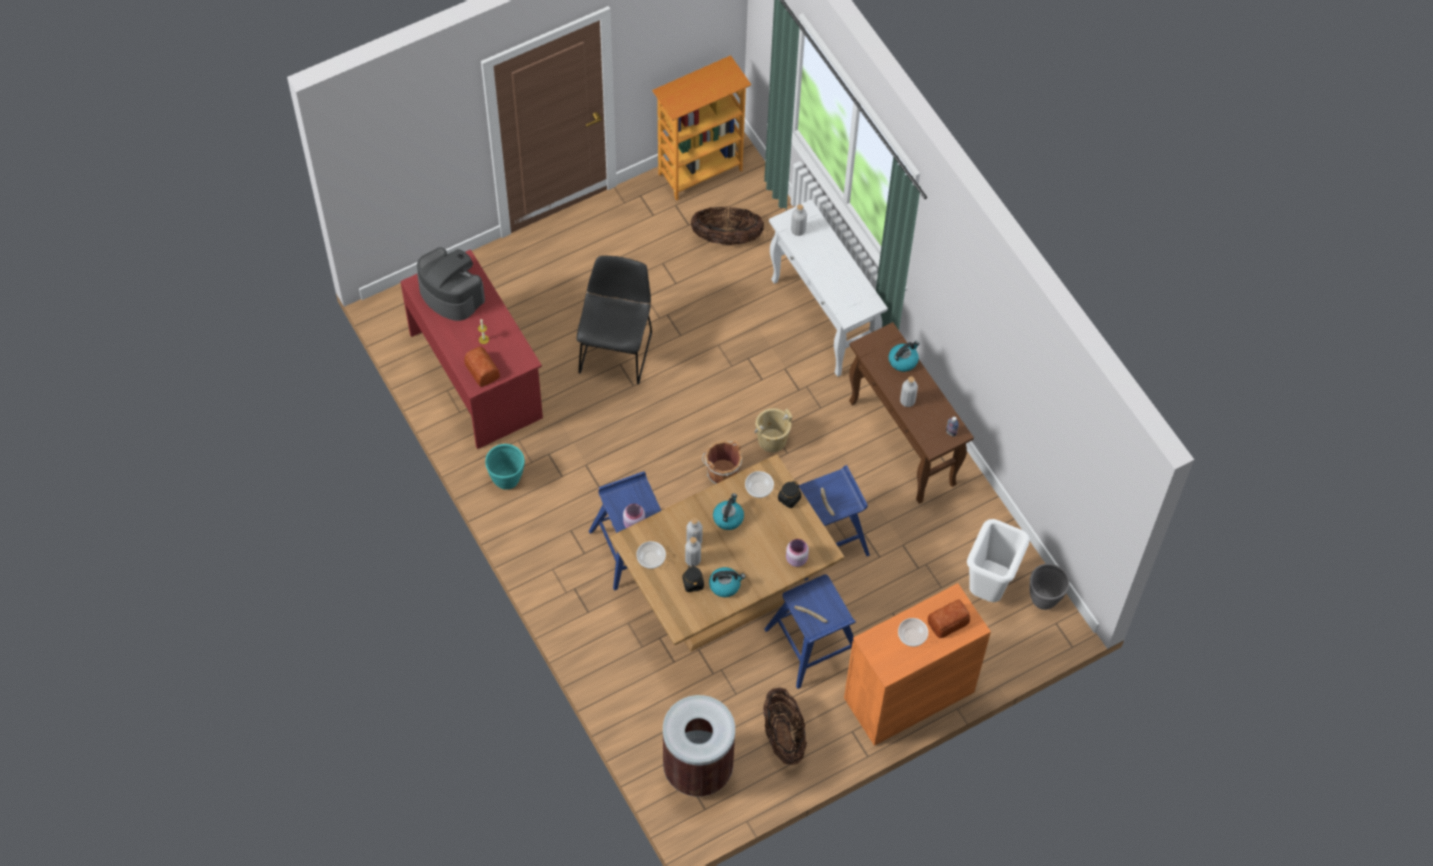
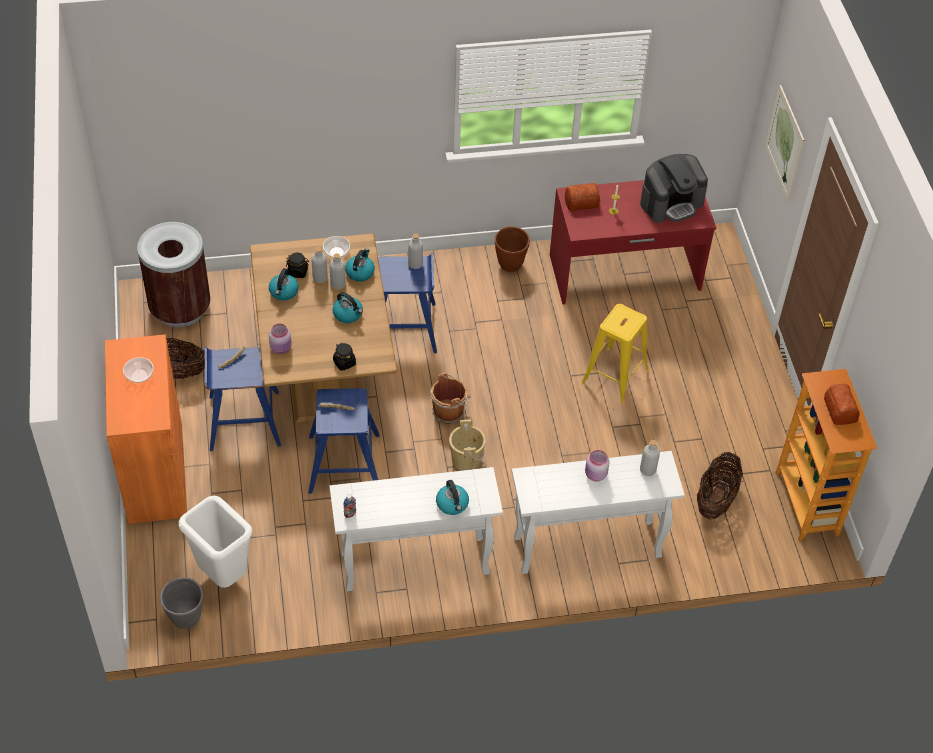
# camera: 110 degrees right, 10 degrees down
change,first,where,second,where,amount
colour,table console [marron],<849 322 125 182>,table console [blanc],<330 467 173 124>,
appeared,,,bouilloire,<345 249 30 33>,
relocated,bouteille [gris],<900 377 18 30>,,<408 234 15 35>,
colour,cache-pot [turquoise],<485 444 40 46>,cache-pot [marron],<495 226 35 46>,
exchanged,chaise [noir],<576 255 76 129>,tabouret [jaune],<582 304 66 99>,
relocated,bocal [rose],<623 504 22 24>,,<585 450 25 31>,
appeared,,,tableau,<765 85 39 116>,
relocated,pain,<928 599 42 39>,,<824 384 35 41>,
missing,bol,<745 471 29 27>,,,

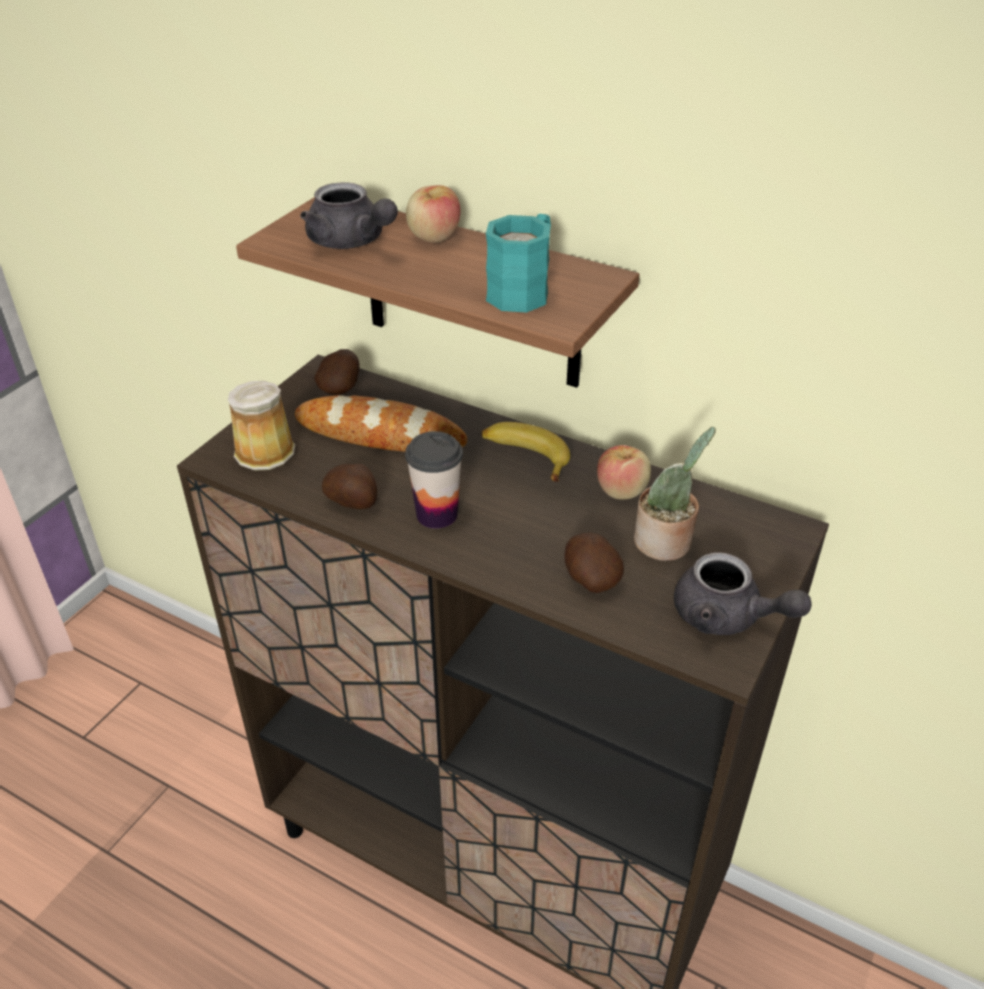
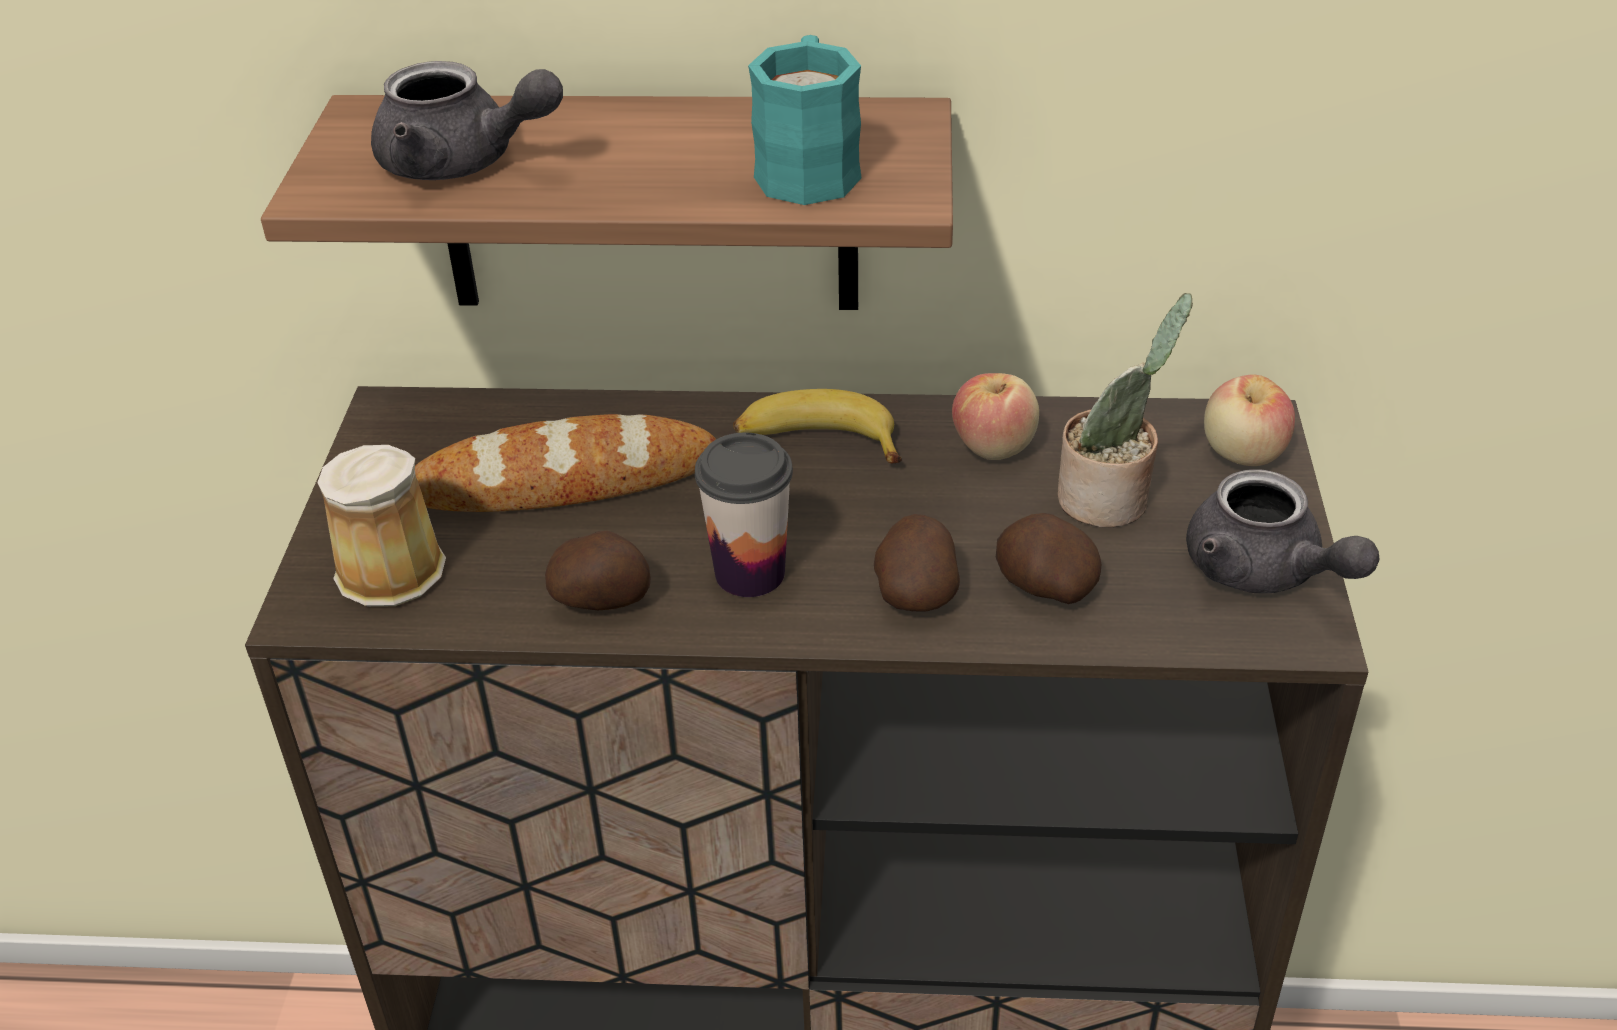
# camera: 25 degrees left, 0 degrees up
change,first,where,second,where,amount
relocated,pomme de terre,<314 349 46 46>,,<874 514 86 98>,
spun,théière [gris],<674 552 137 83>,,<1186 470 194 123>,45 degrees clockwise
relocated,pomme,<406 185 54 58>,,<1204 374 91 92>,

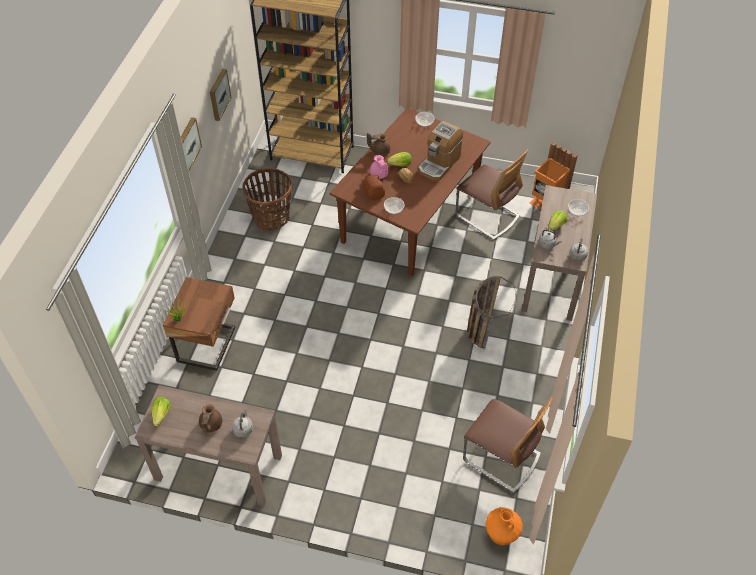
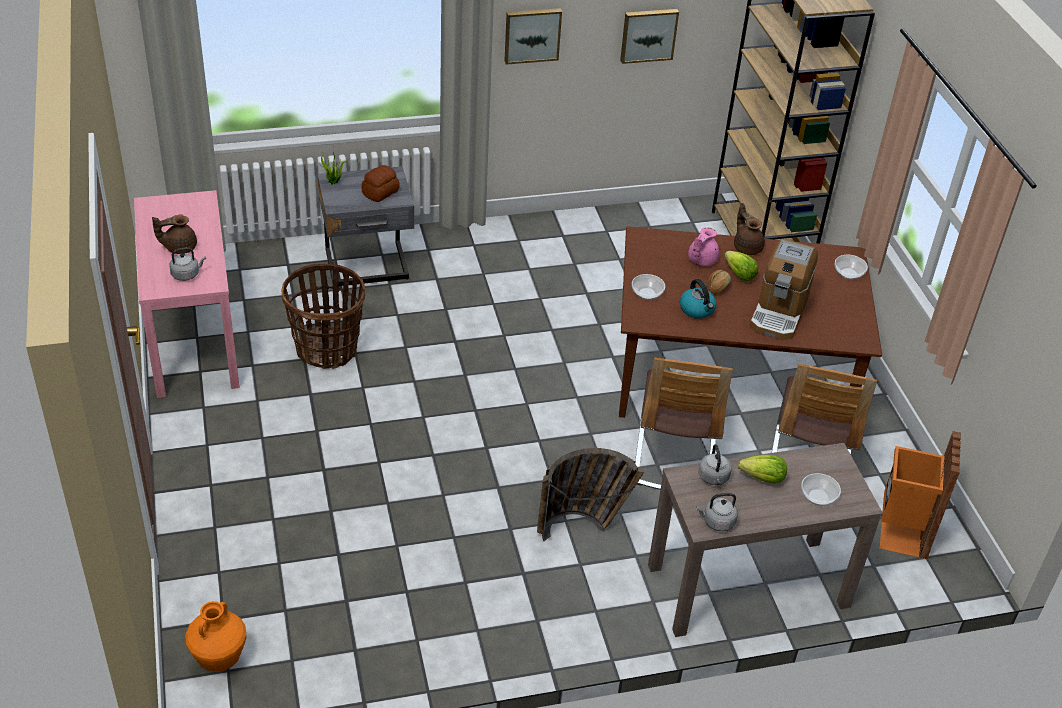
# camera: 60 degrees right, 10 degrees down
change,first,where,second,where,amount
colour,table console [marron],<134 385 148 121>,table console [rose],<134 190 106 208>,
relocated,panier,<242 168 50 63>,,<282 264 83 105>,
colour,table de chevet [marron],<163 277 72 94>,table de chevet [gris],<318 166 96 120>,
relocated,pain,<363 175 22 25>,,<362 165 38 37>,
relocated,chaise,<463 397 90 96>,,<635 357 98 133>,
appeared,,,bouilloire,<680 279 36 40>,
spun,machine à café,<418 121 45 60>,,<750 238 68 102>,75 degrees counterclockwise
missing,laitue,<152 397 19 29>,,,

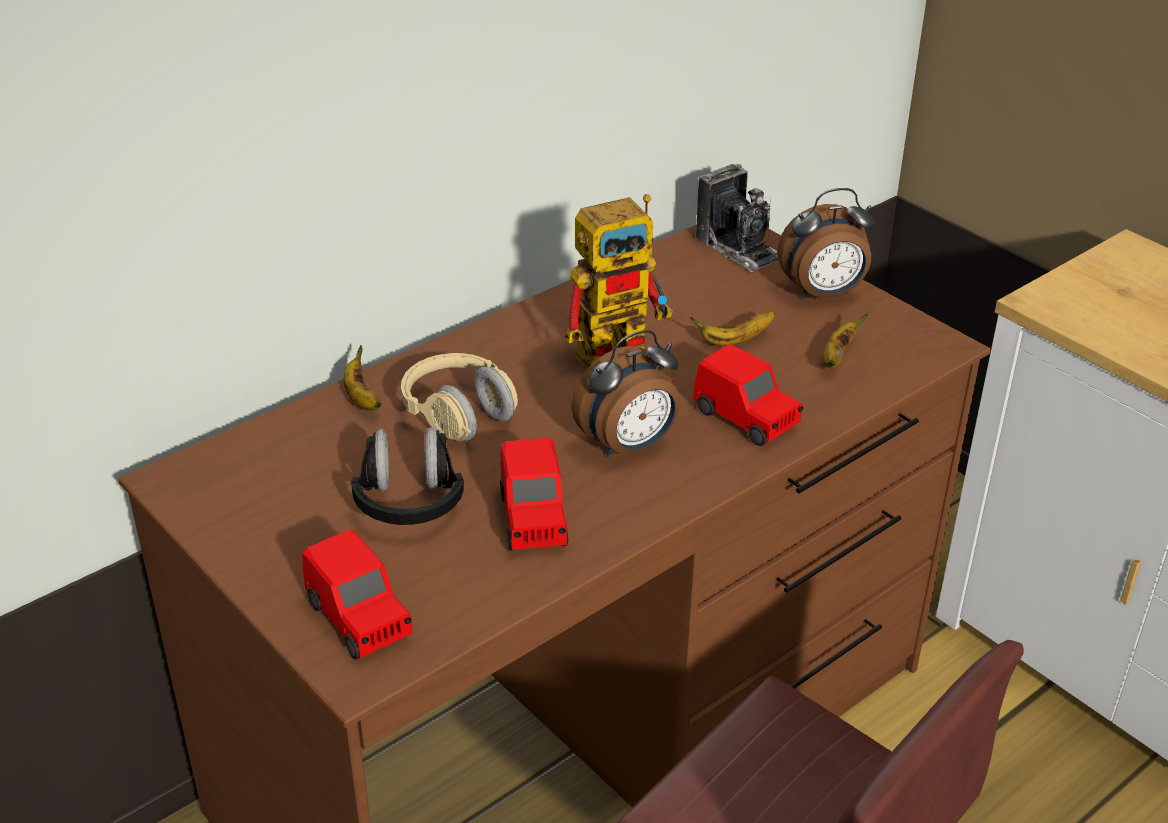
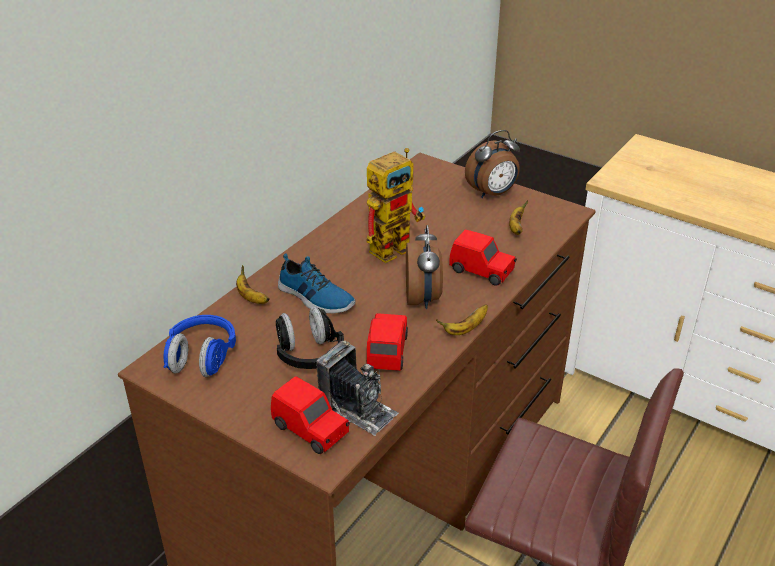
# camera: 15 degrees left, 0 degrees up
change,first,where,second,where,amount
appeared,,,casque audio [bleu],<163 315 73 62>,
exchanged,casque audio [beige],<401 353 117 88>,chaussure,<278 253 78 60>,
relocated,appareil photo,<696 164 82 108>,,<316 341 82 95>,
spun,petite voiture [rouge],<500 438 68 113>,,<367 313 41 58>,150 degrees counterclockwise
spun,réveil,<571 330 109 128>,,<406 225 37 84>,45 degrees counterclockwise
relocated,banane,<690 311 85 35>,,<436 304 52 31>,

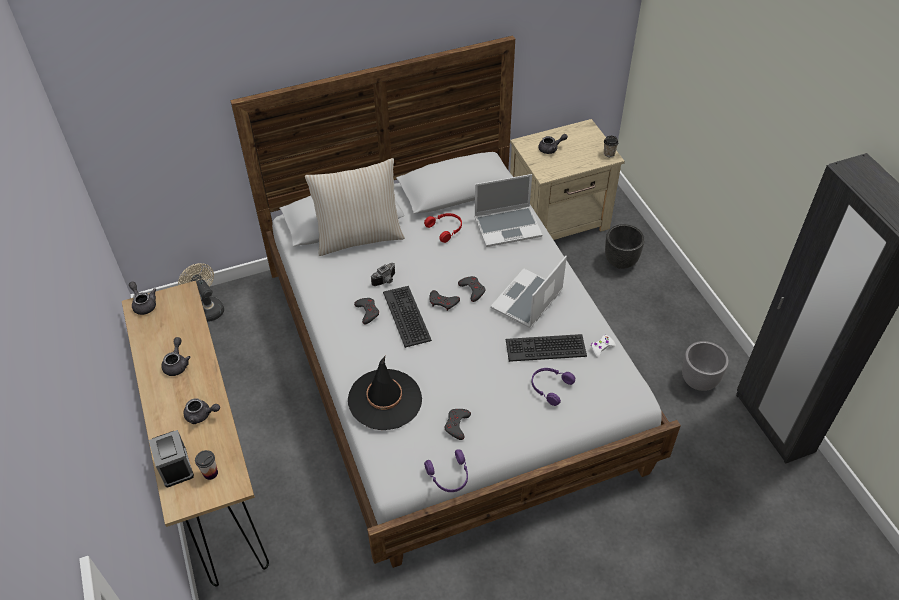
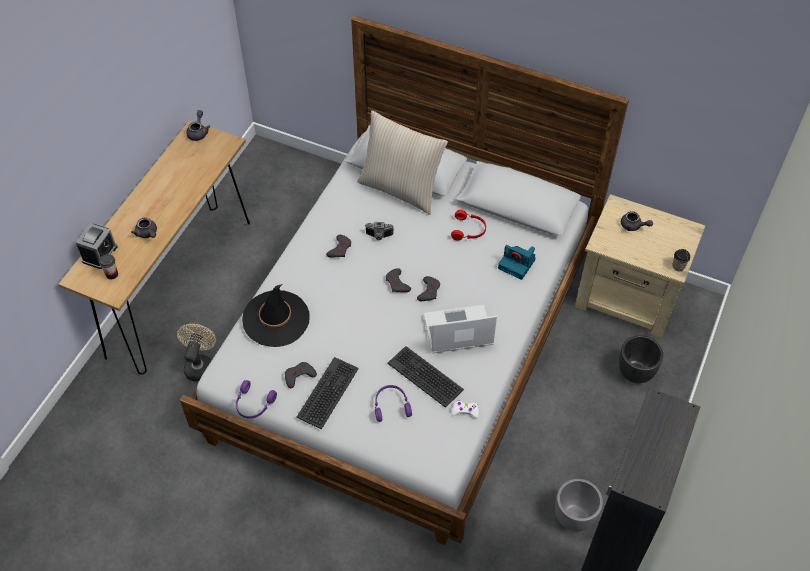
# camera: 45 degrees right, 5 degrees up
change,first,where,second,where,amount
relocated,ventilateur [beige],<178 263 46 59>,,<177 324 39 58>,
relocated,clavier,<383 286 49 62>,,<296 357 63 72>,
exchanged,ordinateur portable,<474 174 68 73>,appareil photo,<498 245 38 35>,
missing,théière [gris],<161 337 30 39>,,,

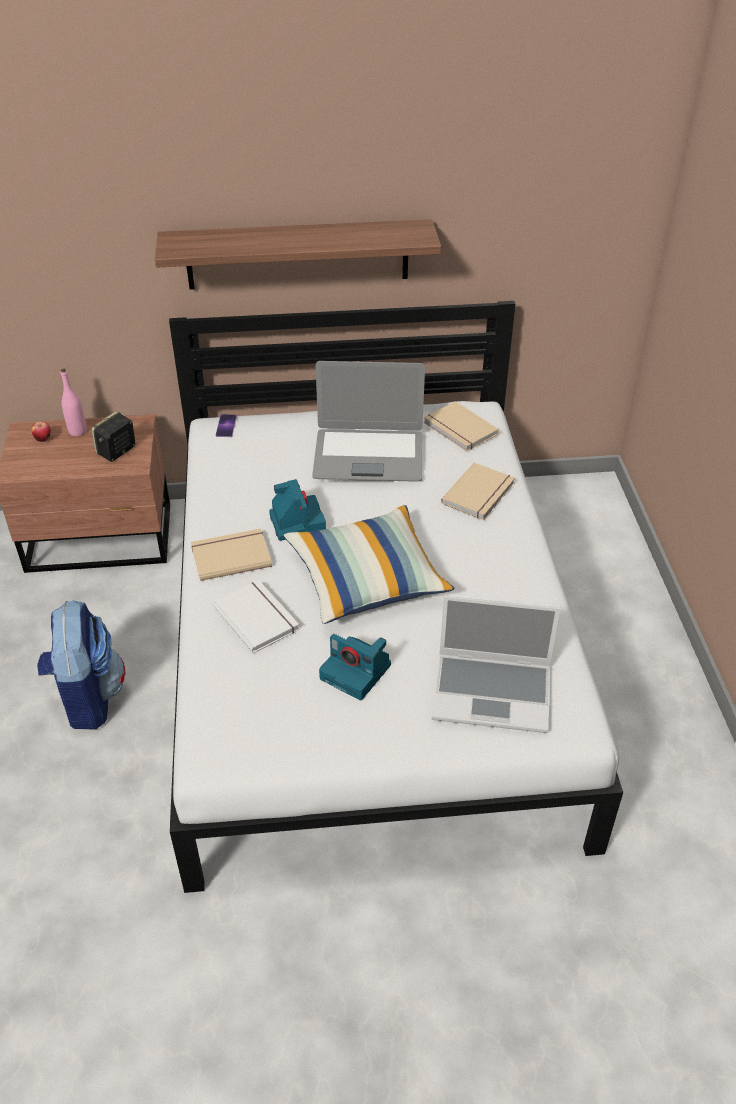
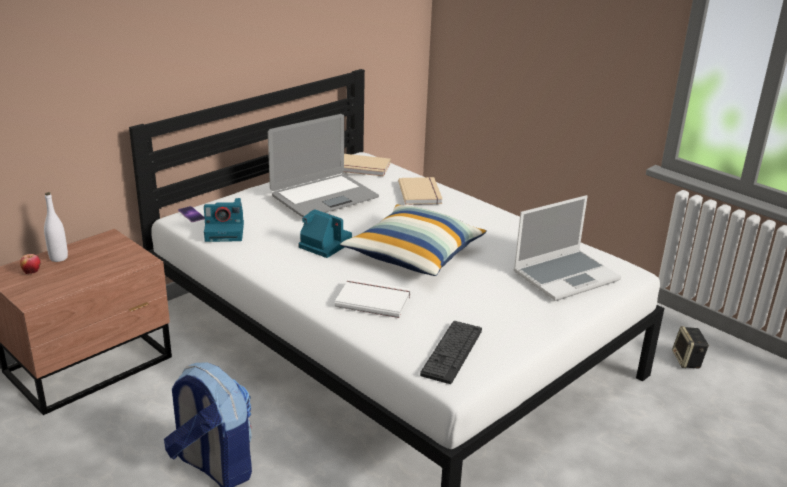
# camera: 40 degrees left, 15 degrees down
change,first,where,second,where,amount
colour,bouteille [rose],<61 369 26 67>,bouteille [blanc],<44 192 24 70>,
relocated,appareil photo,<319 634 72 67>,,<204 198 40 44>,
appeared,,,clavier,<420 321 62 63>,
relocated,enceinte,<91 411 44 51>,,<672 326 37 43>,
missing,étagère,<155 219 286 71>,,,
missing,livre [beige],<191 528 81 53>,,,

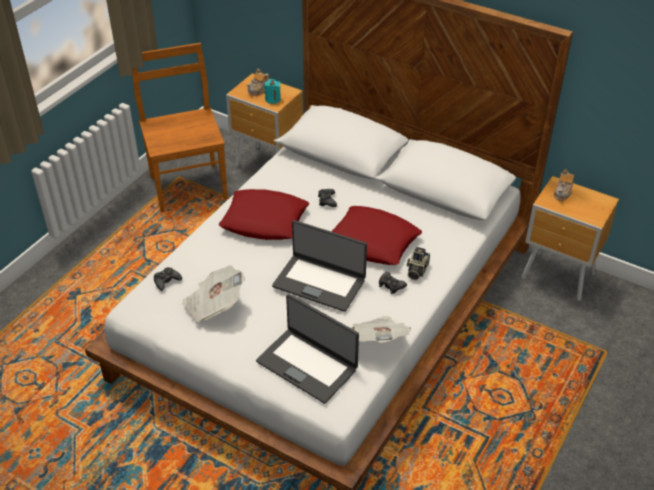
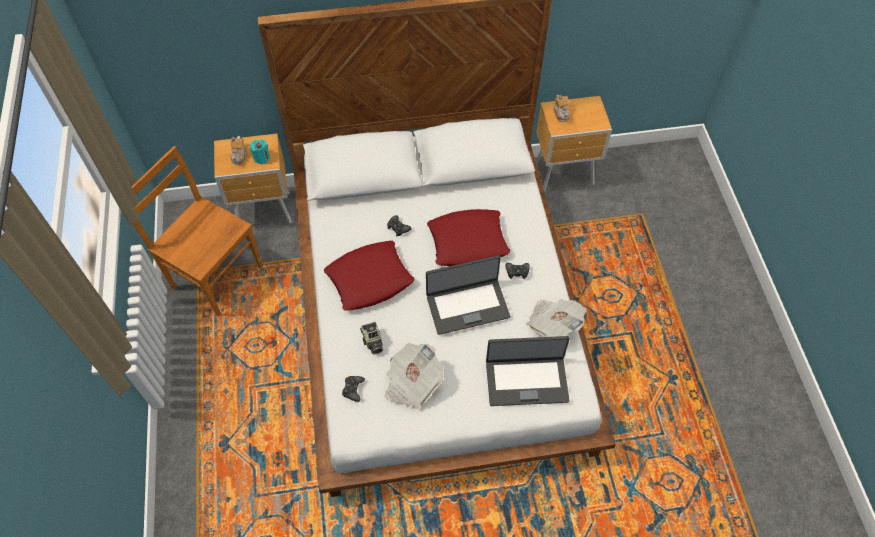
# camera: 40 degrees left, 15 degrees up
change,first,where,second,where,amount
relocated,appareil photo,<407 247 23 33>,,<360 322 23 32>,

